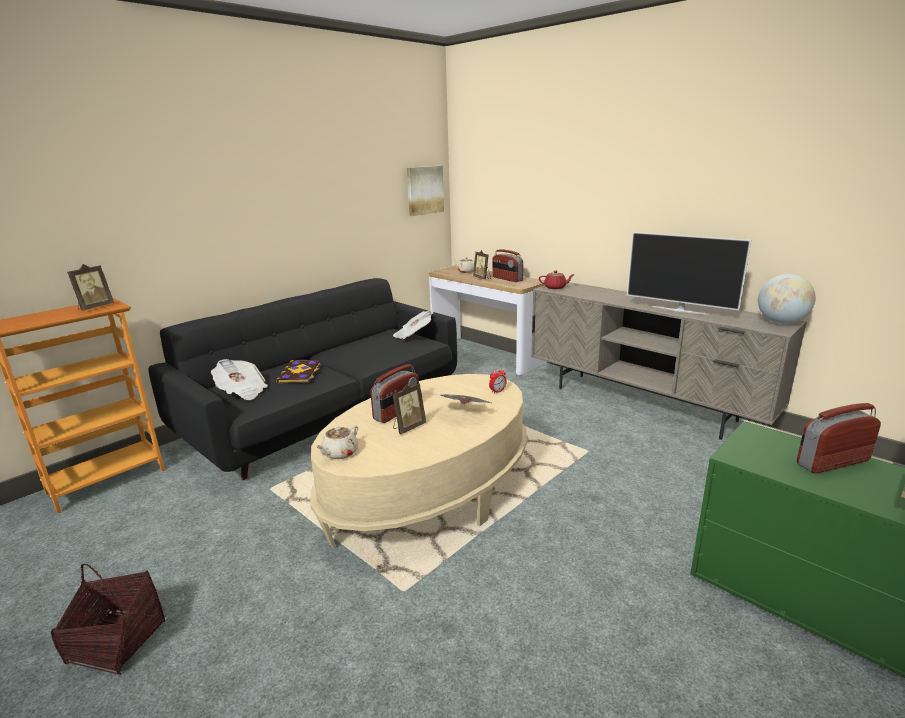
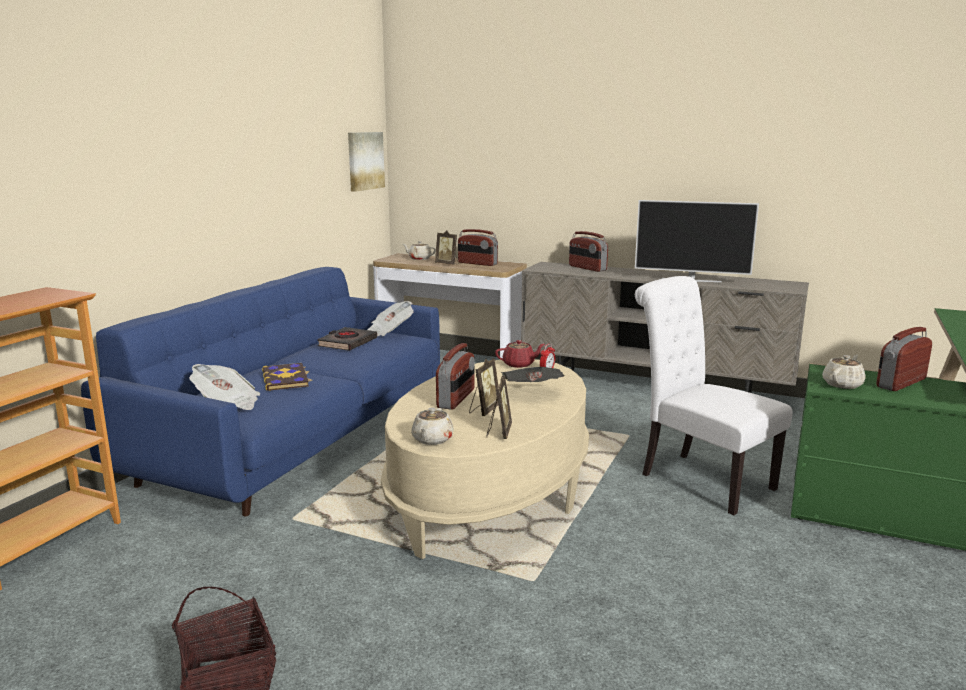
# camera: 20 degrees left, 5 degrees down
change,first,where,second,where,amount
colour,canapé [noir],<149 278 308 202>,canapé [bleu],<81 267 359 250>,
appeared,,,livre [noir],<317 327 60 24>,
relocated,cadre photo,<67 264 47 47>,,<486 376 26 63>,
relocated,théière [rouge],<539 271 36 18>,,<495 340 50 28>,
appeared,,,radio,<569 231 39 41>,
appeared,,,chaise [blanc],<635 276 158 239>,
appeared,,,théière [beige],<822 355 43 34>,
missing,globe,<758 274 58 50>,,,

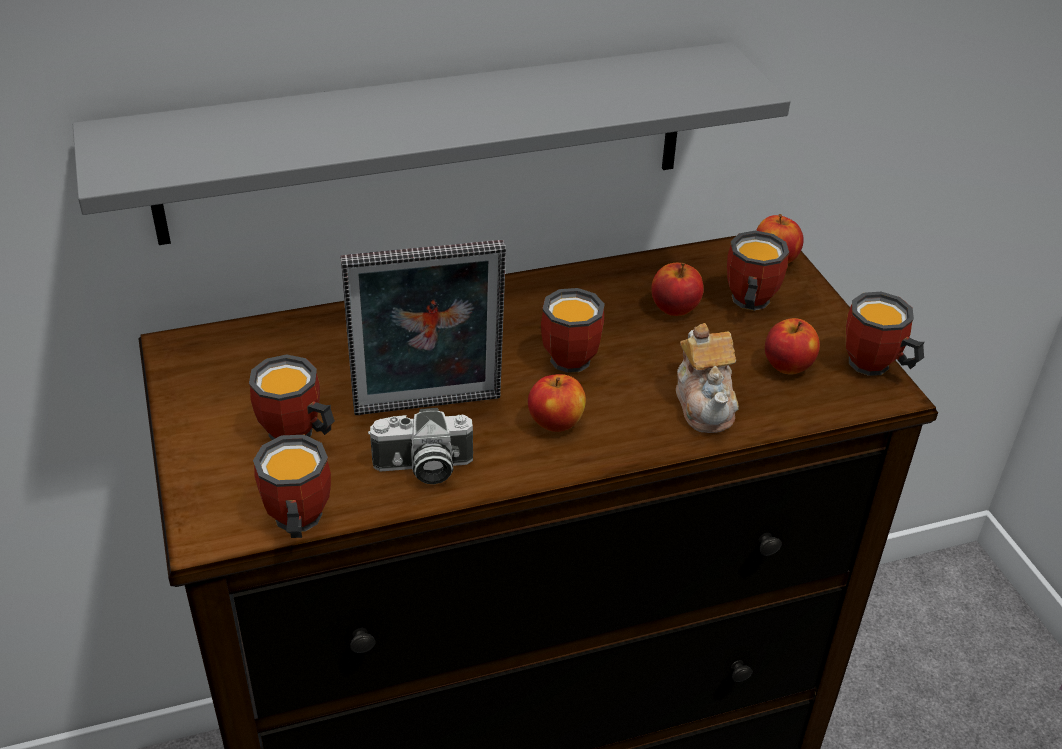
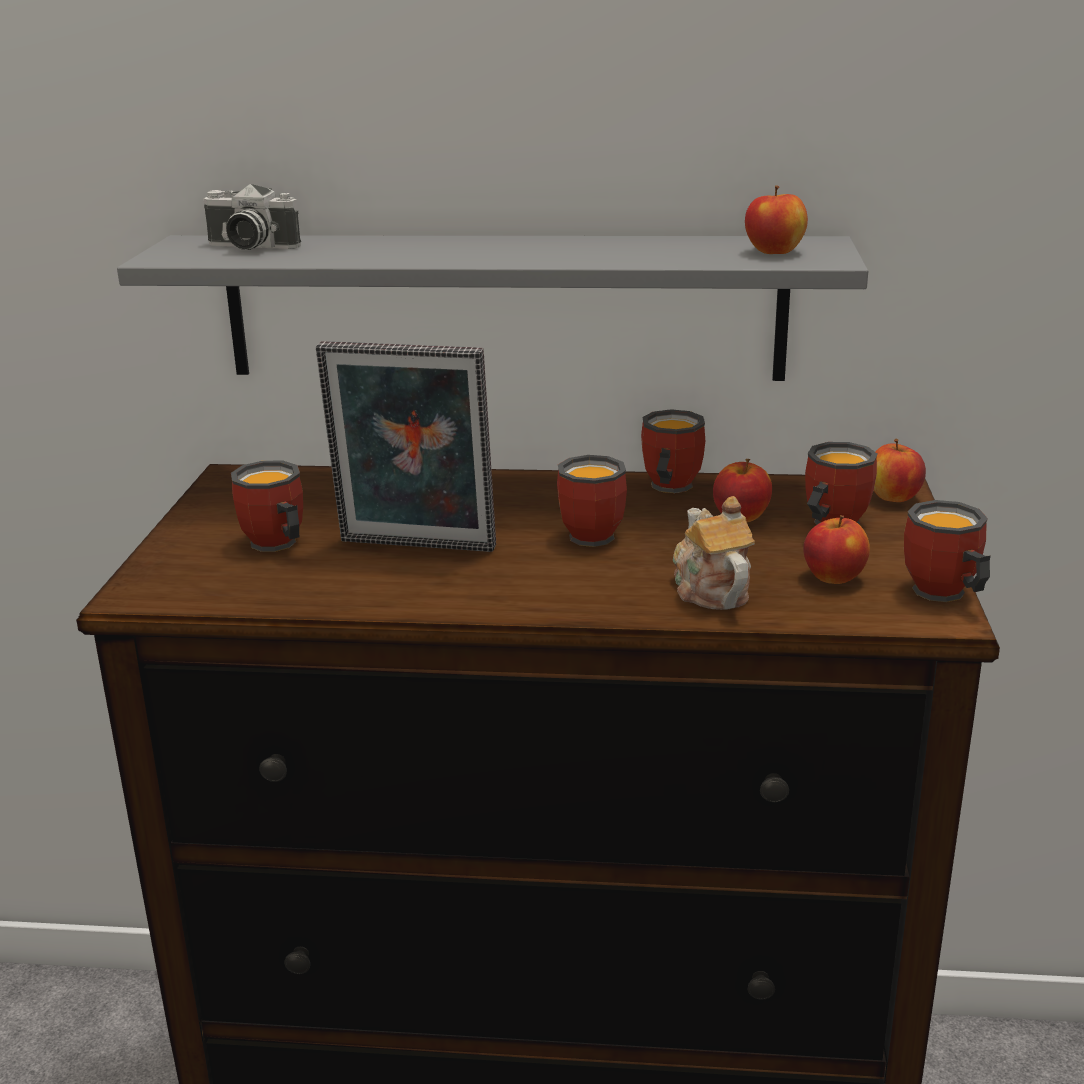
# camera: 25 degrees right, 15 degrees down
change,first,where,second,where,amount
relocated,appareil photo,<368 408 105 76>,,<203 184 98 66>,
relocated,mug,<253 435 78 103>,,<641 409 64 84>,
spun,théière,<676 323 63 110>,,<673 496 82 114>,150 degrees clockwise
relocated,pomme,<528 374 58 58>,,<745 185 63 69>,

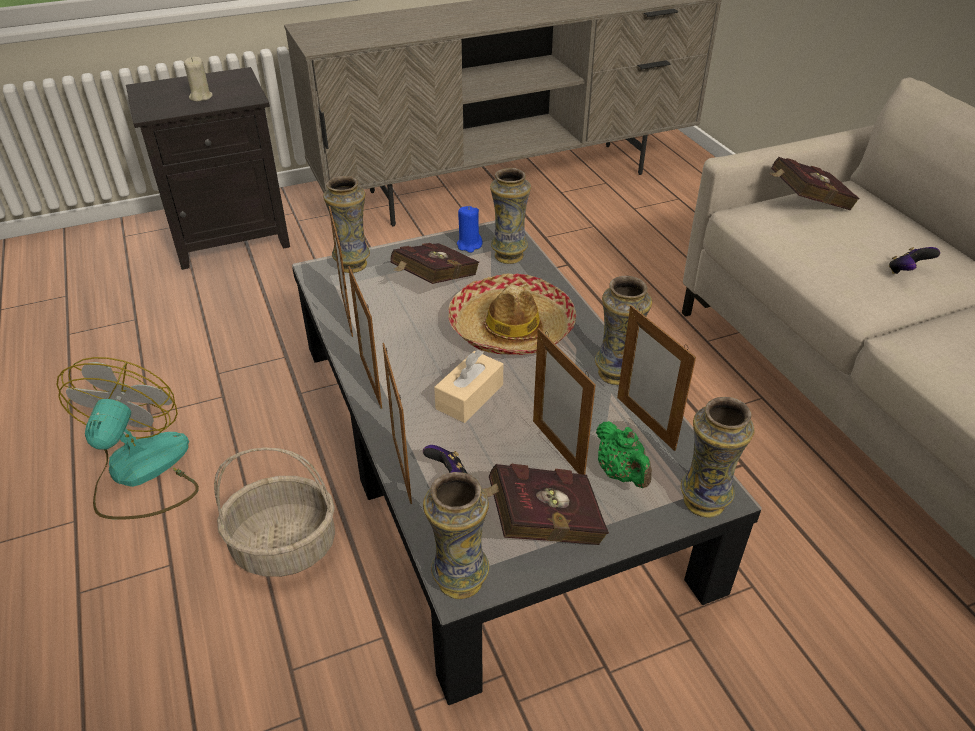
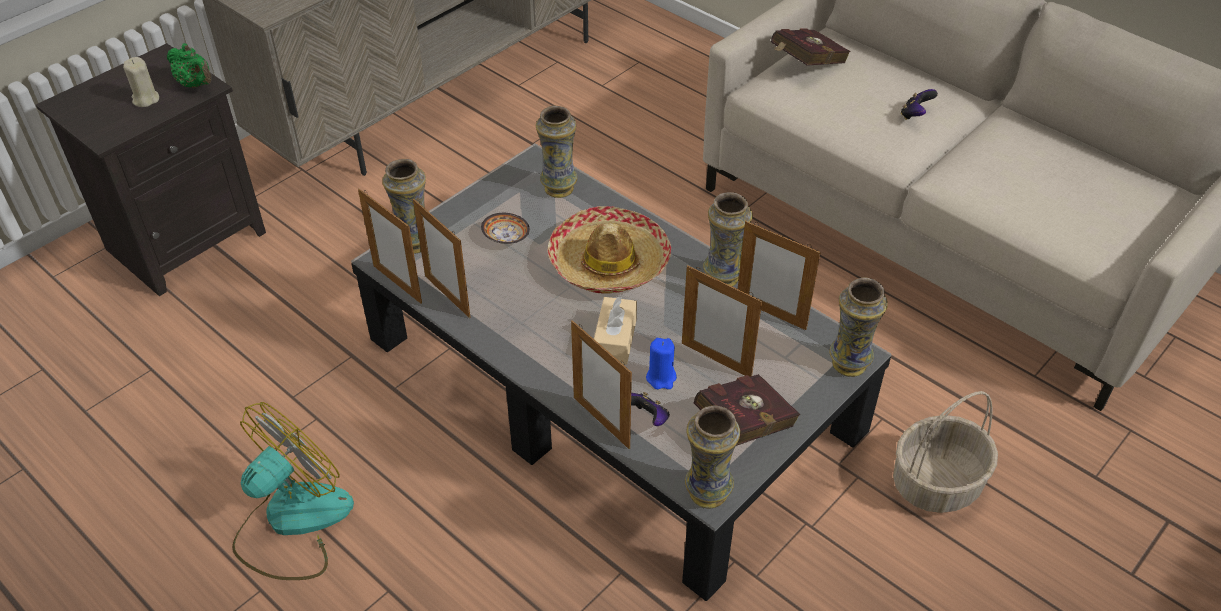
# camera: 25 degrees left, 5 degrees up
change,first,where,second,where,amount
relocated,théière [vert],<596 421 56 67>,,<167 43 44 45>,
spun,ventilateur,<56 357 143 163>,,<232 402 122 178>,60 degrees clockwise
relocated,cadre photo,<348 266 34 143>,,<358 188 64 116>,
exchanged,livre [rouge],<390 243 89 41>,bol,<481 213 49 31>,
relocated,bougie [bleu],<457 206 26 47>,,<646 338 31 51>,
relocated,panier,<214 447 121 130>,,<893 391 105 122>,

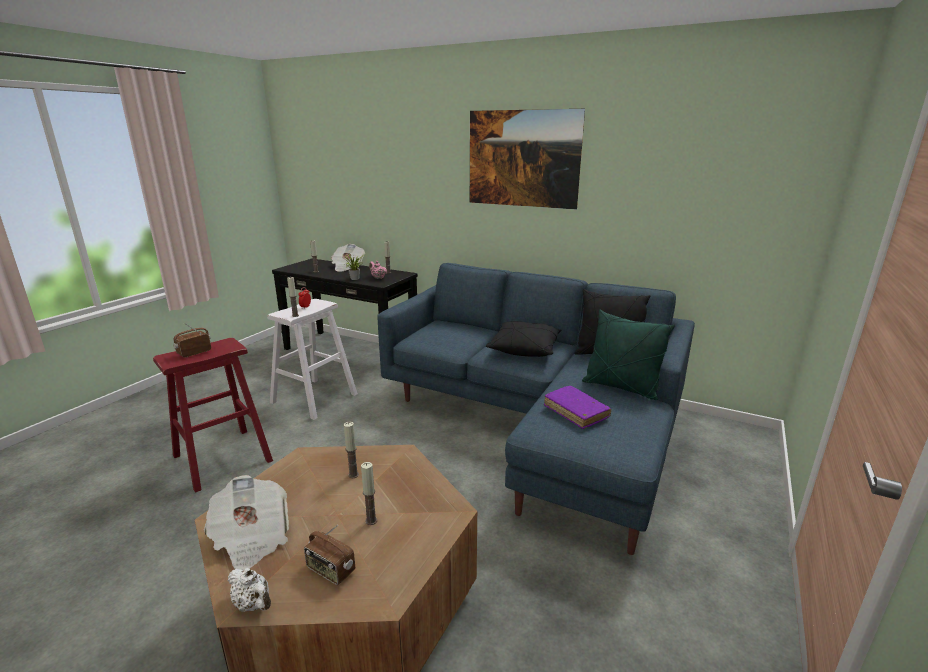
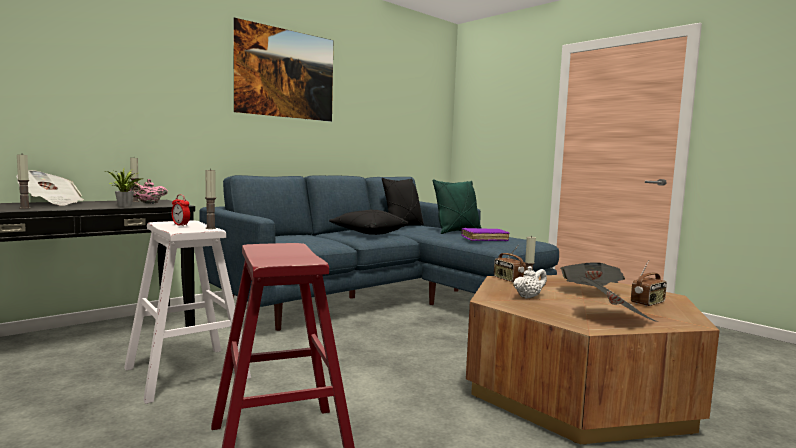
# camera: 70 degrees left, 15 degrees down
change,first,where,second,where,amount
relocated,radio,<173 323 38 34>,,<494 244 32 38>,
relocated,théière [blanc],<228 568 43 44>,,<513 266 34 32>,
exchanged,bougie,<361 462 16 63>,journal,<560 262 65 24>,

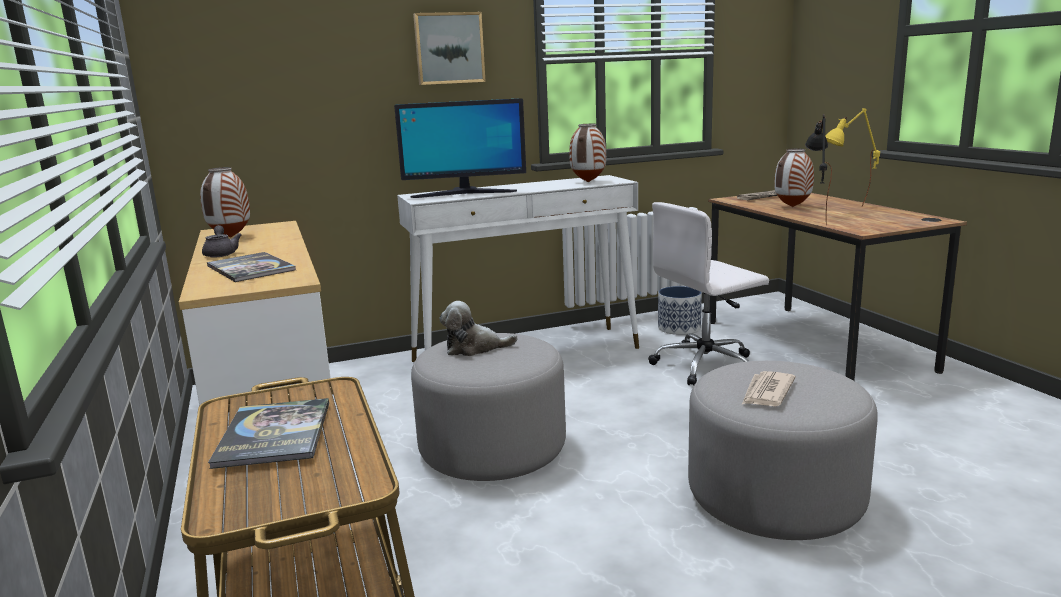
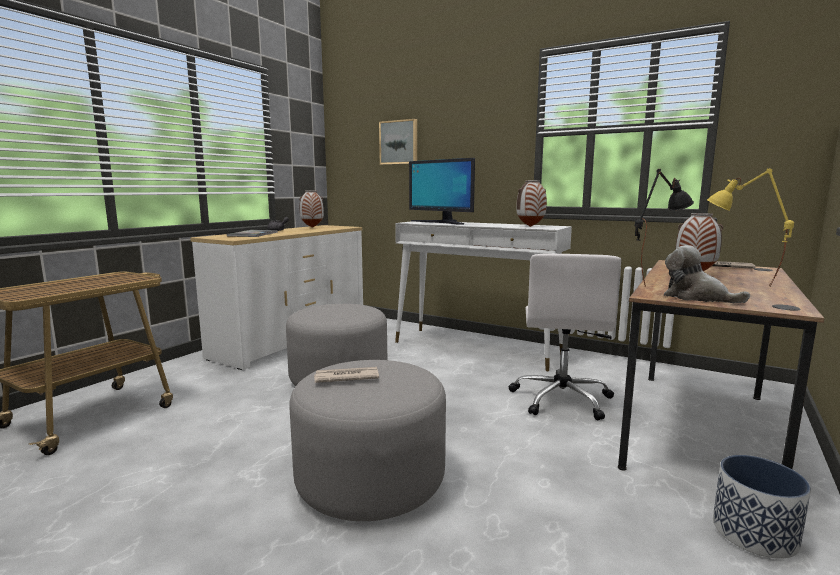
# camera: 50 degrees right, 5 degrees down
change,first,where,second,where,amount
relocated,tableau,<413 12 73 73>,,<379 119 38 46>,
spun,chaise de bureau [blanc],<648 202 121 184>,,<509 254 112 166>,105 degrees counterclockwise
relocated,peluche,<439 301 78 55>,,<663 245 87 58>,
relocated,cache-pot,<658 286 44 49>,,<713 455 98 104>,
missing,livre,<208 398 121 71>,,,

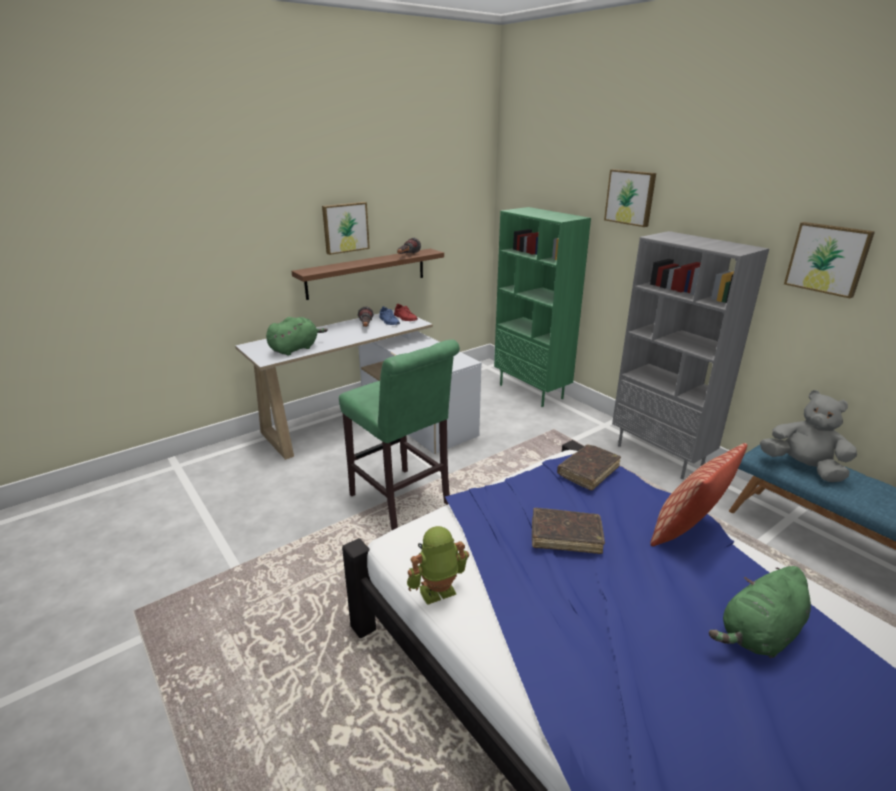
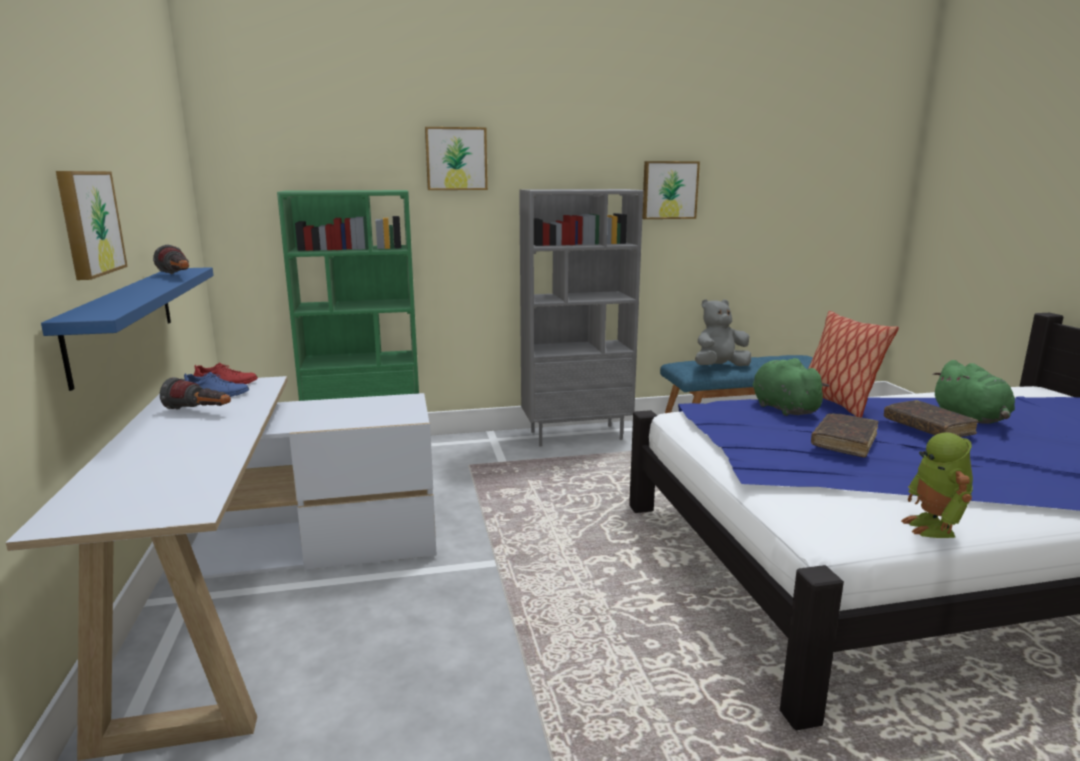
# camera: 65 degrees left, 10 degrees down
change,first,where,second,where,amount
colour,étagère [marron],<292 248 152 52>,étagère [bleu],<41 267 173 124>,
relocated,peluche [vert],<266 317 62 39>,,<753 358 76 58>,
relocated,livre [marron],<557 445 64 45>,,<884 400 94 37>,
missing,tabouret [vert],<339 339 121 191>,,,

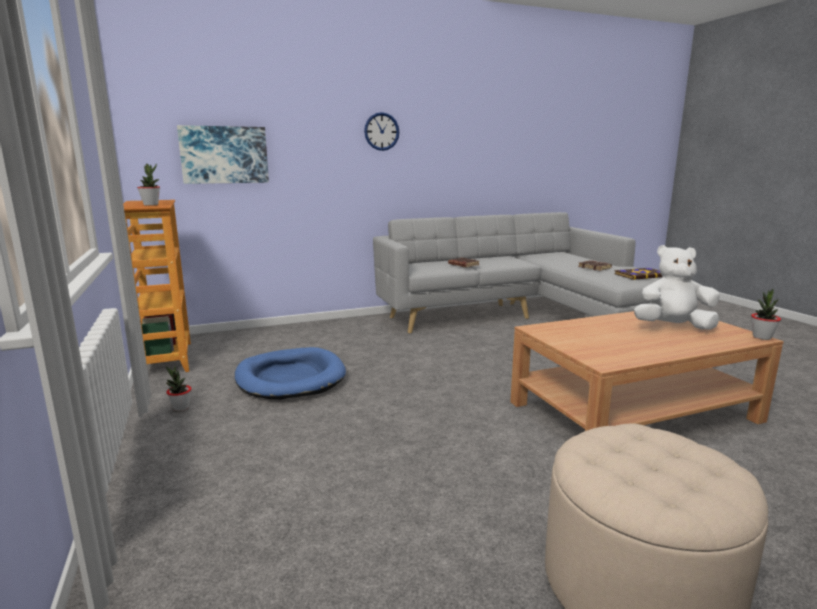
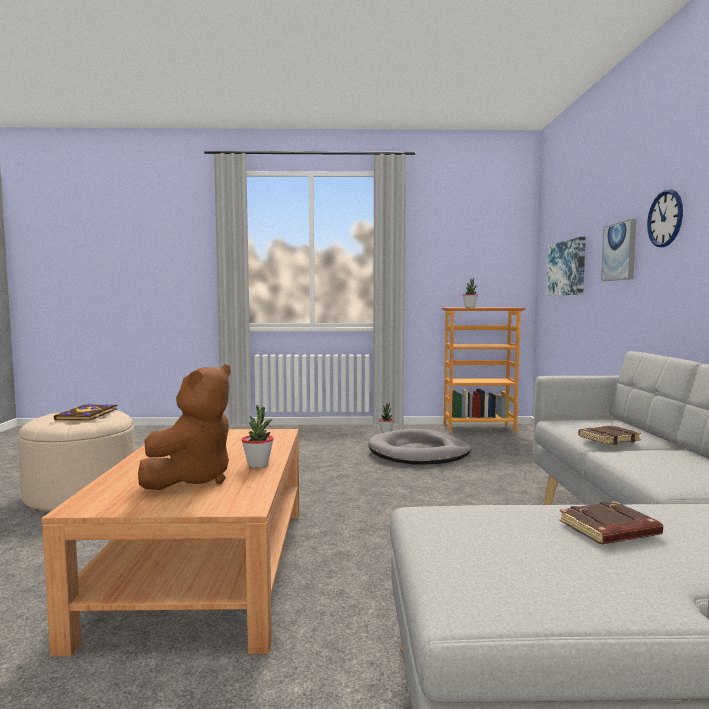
# camera: 110 degrees right, 10 degrees down
change,first,where,second,where,amount
relocated,livre,<614 268 48 12>,,<54 404 64 17>,
colour,peluche [blanc],<634 245 86 85>,peluche [marron],<138 364 93 126>,
relocated,plante en pot,<751 289 30 51>,,<242 405 32 63>,
colour,panier pour chien [bleu],<235 347 111 53>,panier pour chien [gris],<368 429 103 36>,
appeared,,,tableau,<601 219 35 62>,

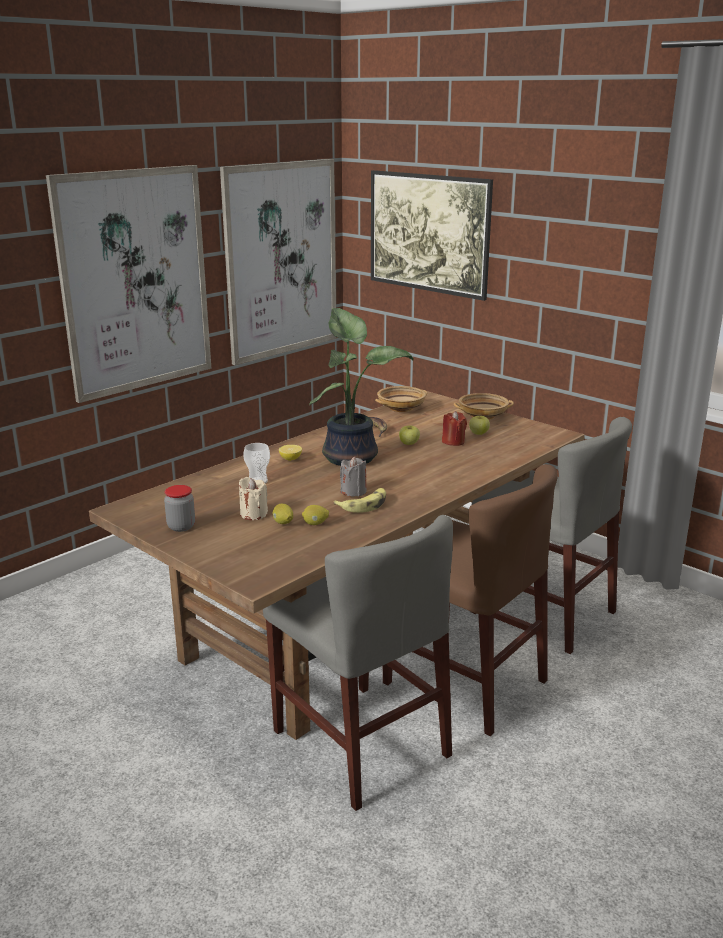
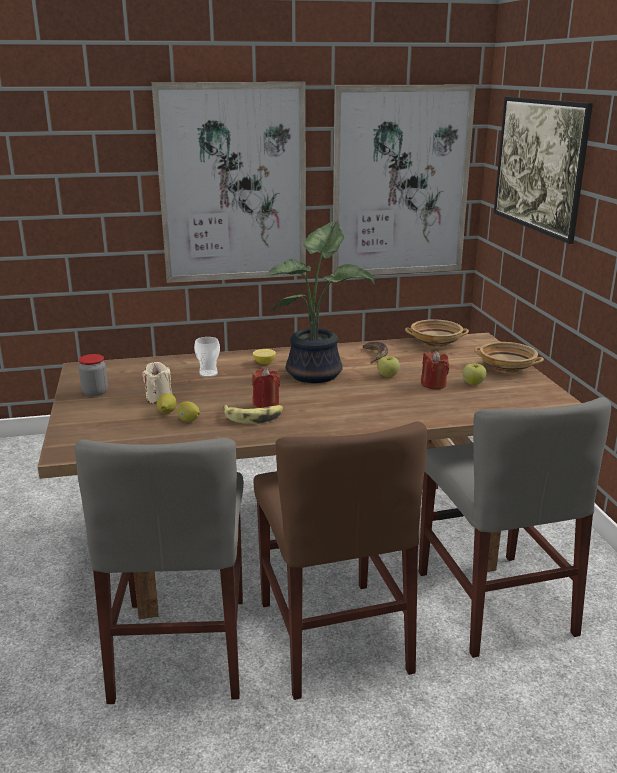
# camera: 35 degrees right, 0 degrees up
change,first,where,second,where,amount
colour,bougie [gris],<340 457 26 40>,bougie [rouge],<252 368 28 40>,

